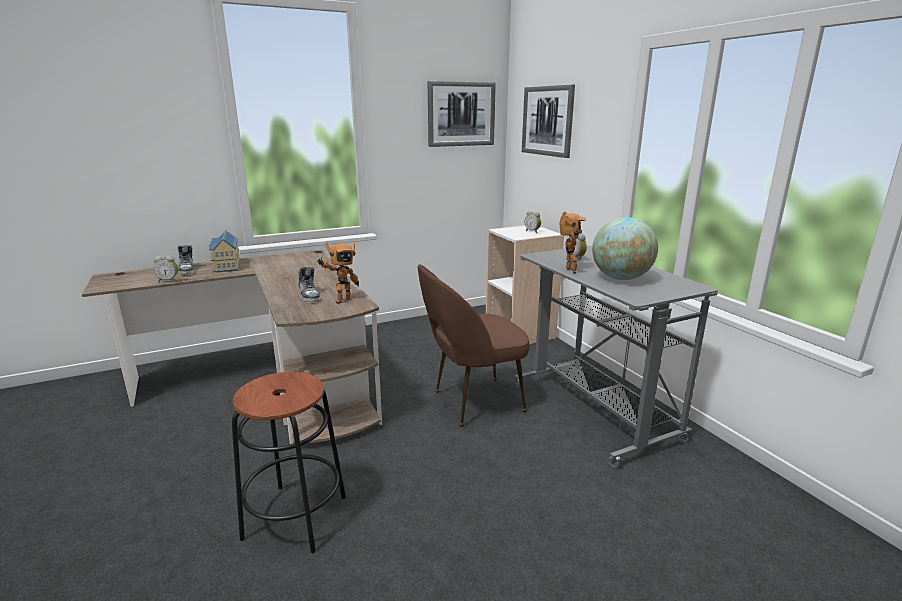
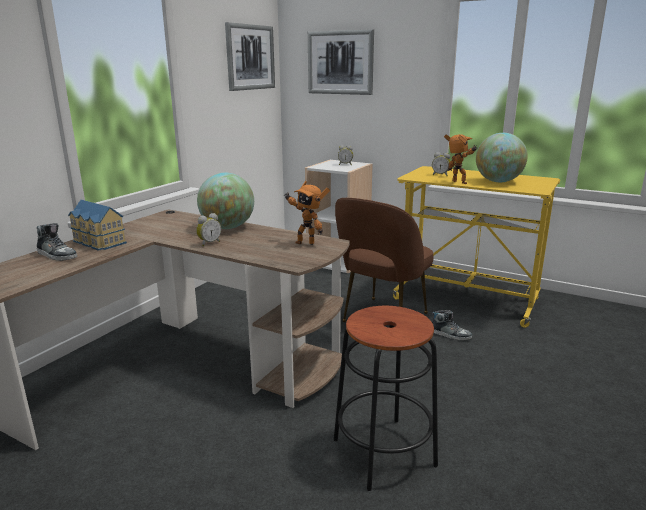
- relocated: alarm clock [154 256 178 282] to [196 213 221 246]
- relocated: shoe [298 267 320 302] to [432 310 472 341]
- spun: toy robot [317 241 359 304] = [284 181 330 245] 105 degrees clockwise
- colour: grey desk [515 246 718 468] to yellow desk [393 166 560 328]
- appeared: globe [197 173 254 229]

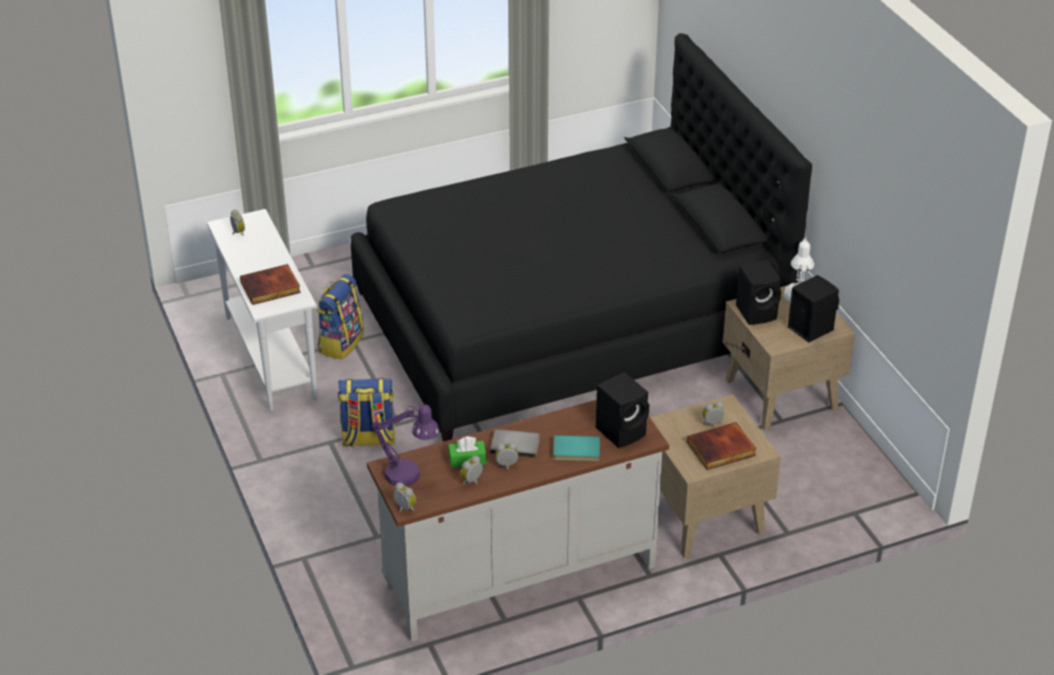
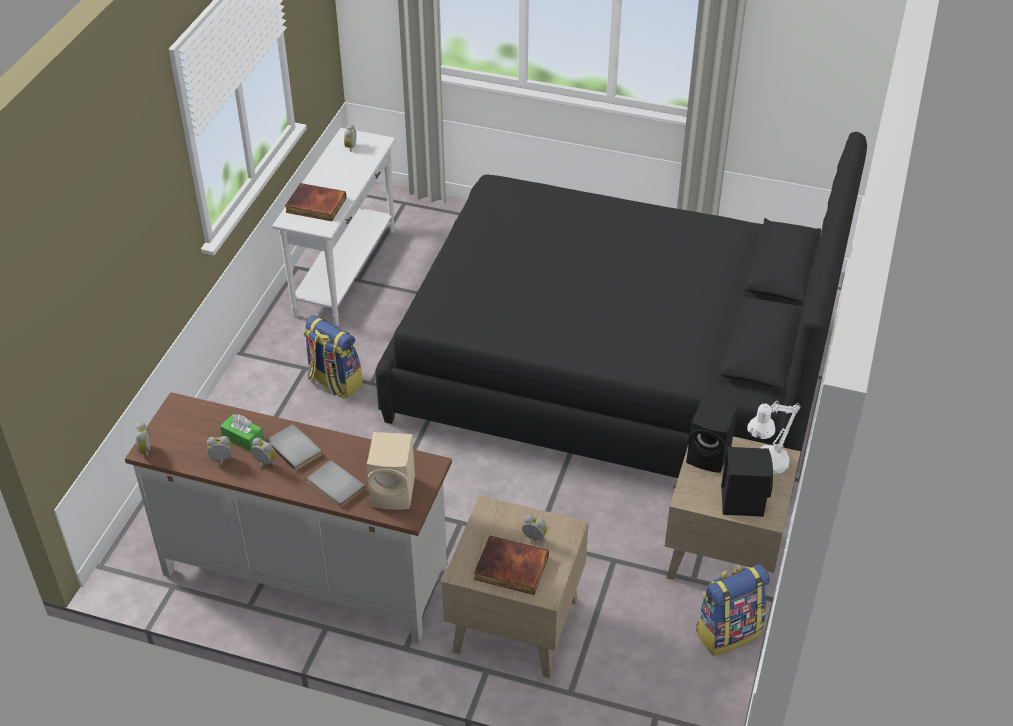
- relocated: backpack [317 274 364 360] to [696 564 769 656]
- missing: purple table lamp [371 404 440 486]
- colour: turquoise book [553 435 600 461] to grey book [307 460 366 508]
- colour: black speaker [596 372 649 448] to beige speaker [367 432 415 510]

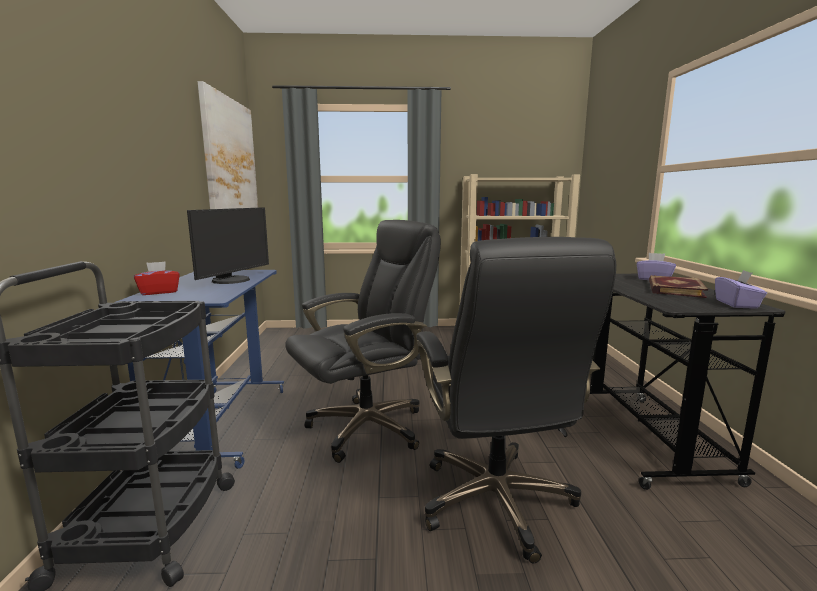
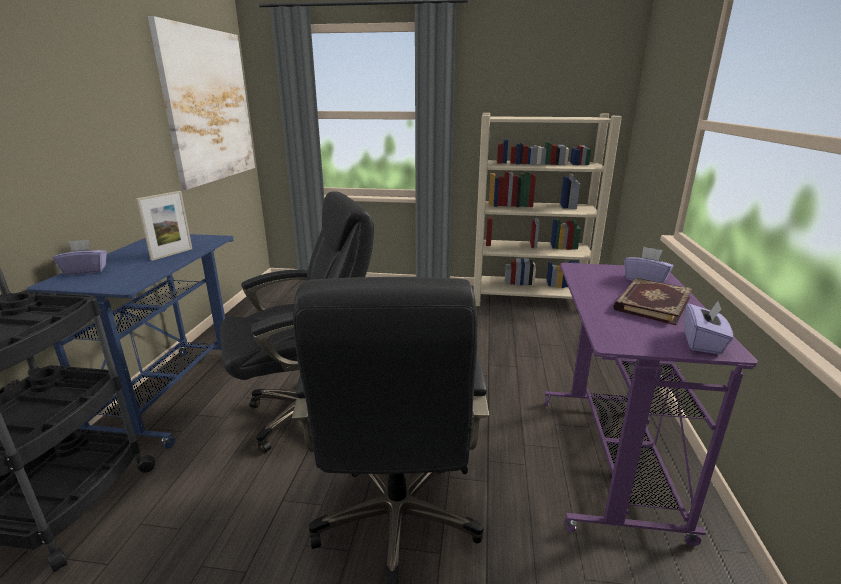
- colour: red tissue box [134 261 180 295] to purple tissue box [53 240 107 276]
- exchanged: monitor [187 207 269 284] to picture frame [136 191 192 261]
- colour: black desk [590 274 786 490] to purple desk [545 263 758 546]

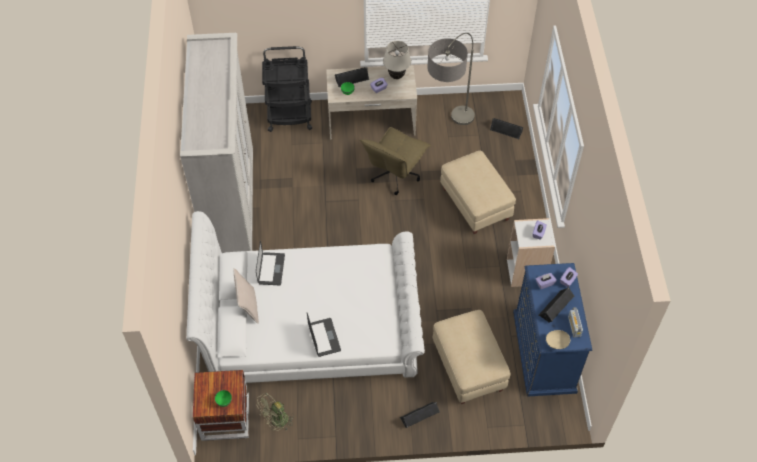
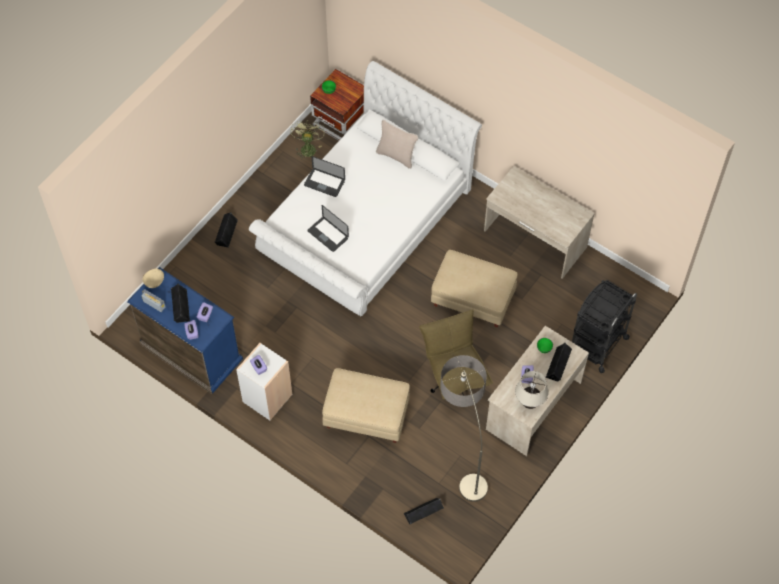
- exchanged: white wardrobe [180 33 253 253] to beige desk [484 166 595 279]
- relocated: laptop [256 240 285 285] to [308 205 349 252]
- relocated: beige ottoman [433 310 511 404] to [431 250 518 328]

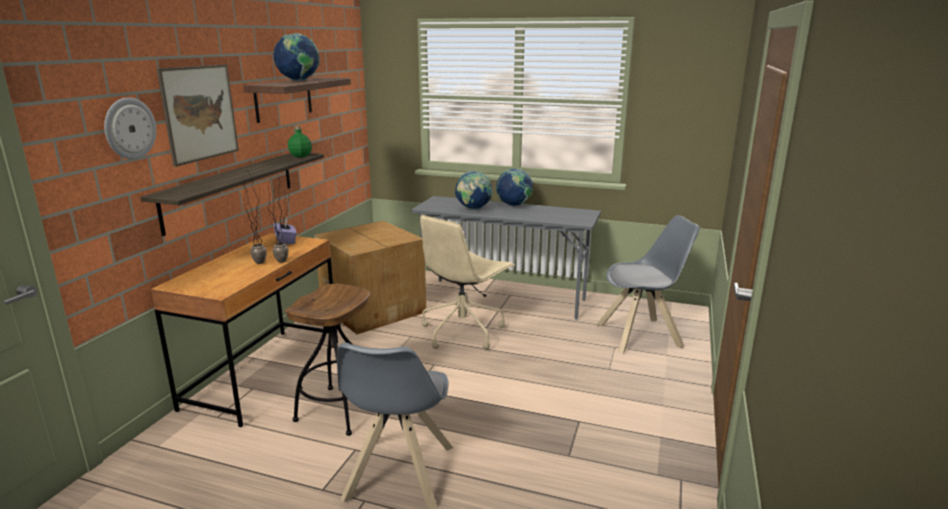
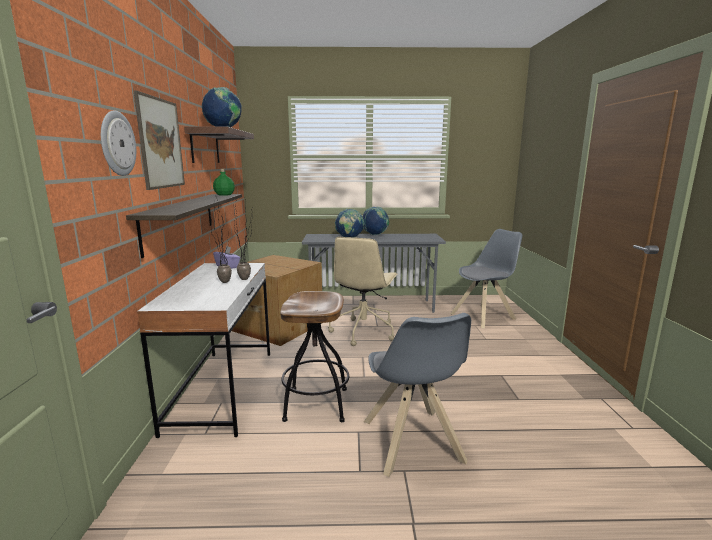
- colour: brown desk [150 233 338 427] to white desk [137 263 270 438]

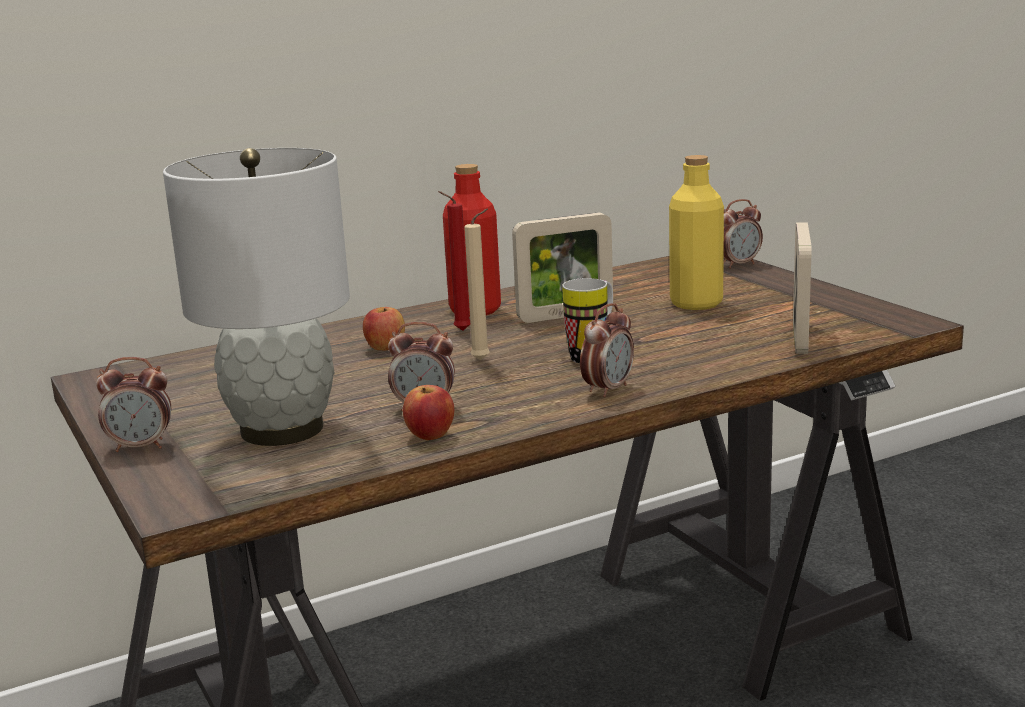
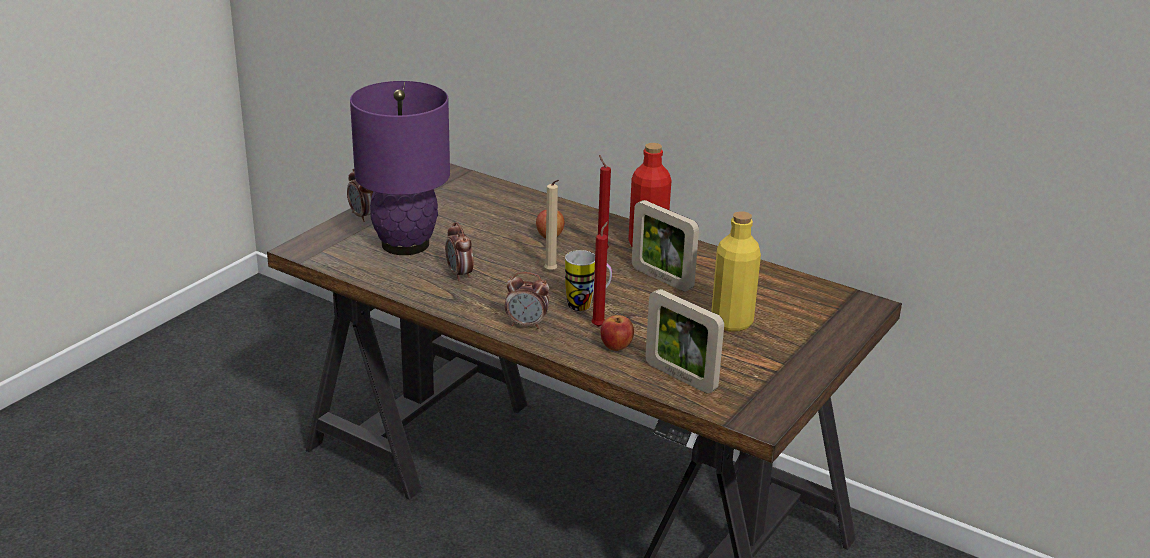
- colour: white table lamp [163 148 350 446] to purple table lamp [350 81 450 255]
- relocated: apple [403 385 454 440] to [601 315 634 351]
- missing: alarm clock [723 199 763 268]
- spun: picture frame [793 222 811 354] = [645 289 724 394] 60 degrees clockwise
- appeared: red candle [591 221 608 327]

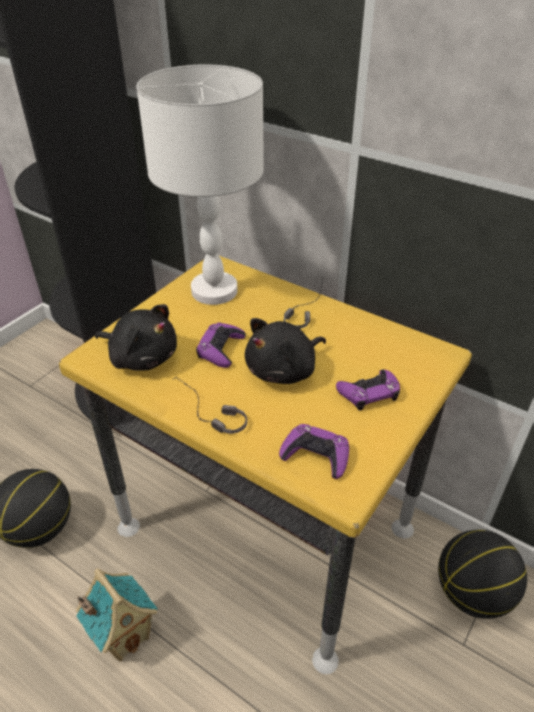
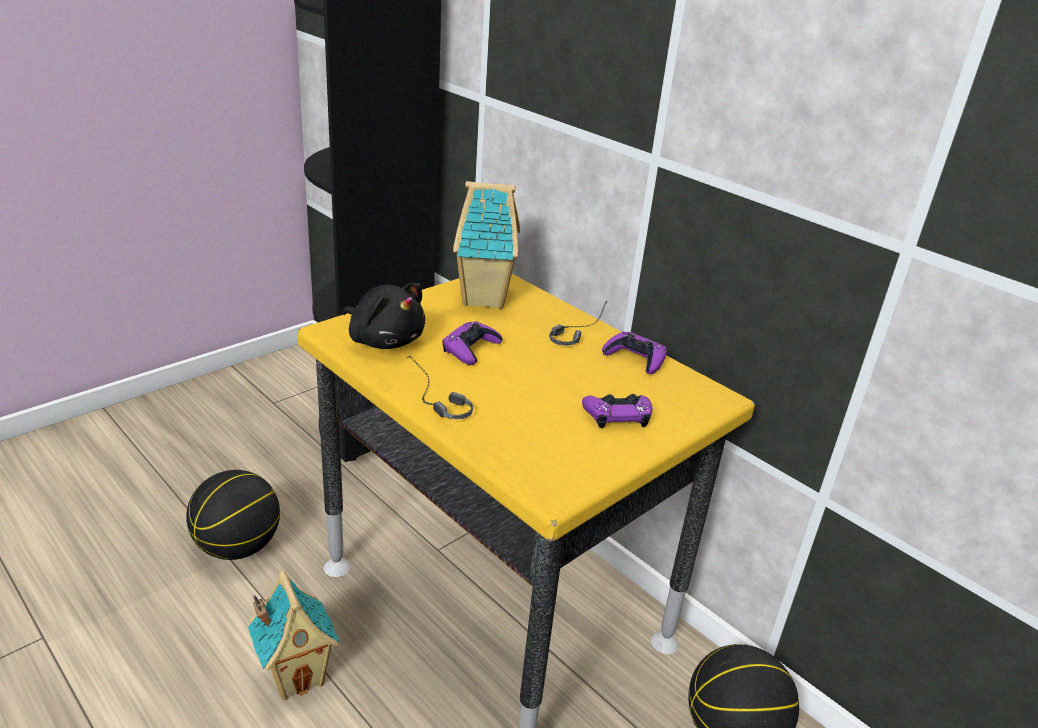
- exchanged: white table lamp [136 65 264 305] to toy house [453 181 520 309]
- missing: black plush toy [245 318 326 384]
- relocated: purple game controller [279 424 349 479] to [602 331 667 374]

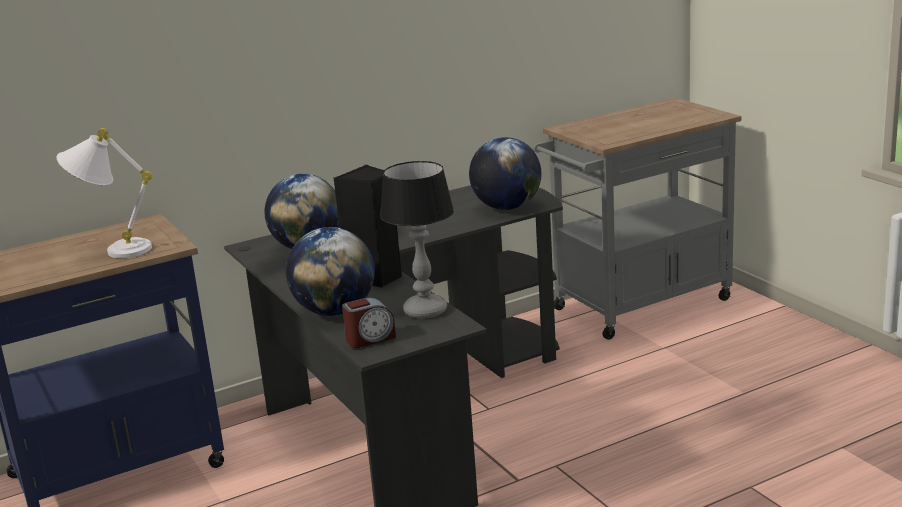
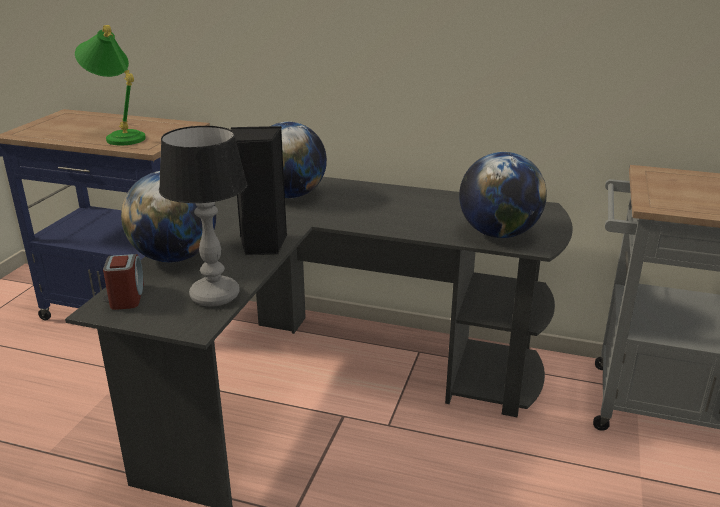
- colour: white table lamp [57 128 153 258] to green table lamp [75 25 146 145]
- spun: alarm clock [342 297 396 348] = [103 254 144 310] 120 degrees counterclockwise

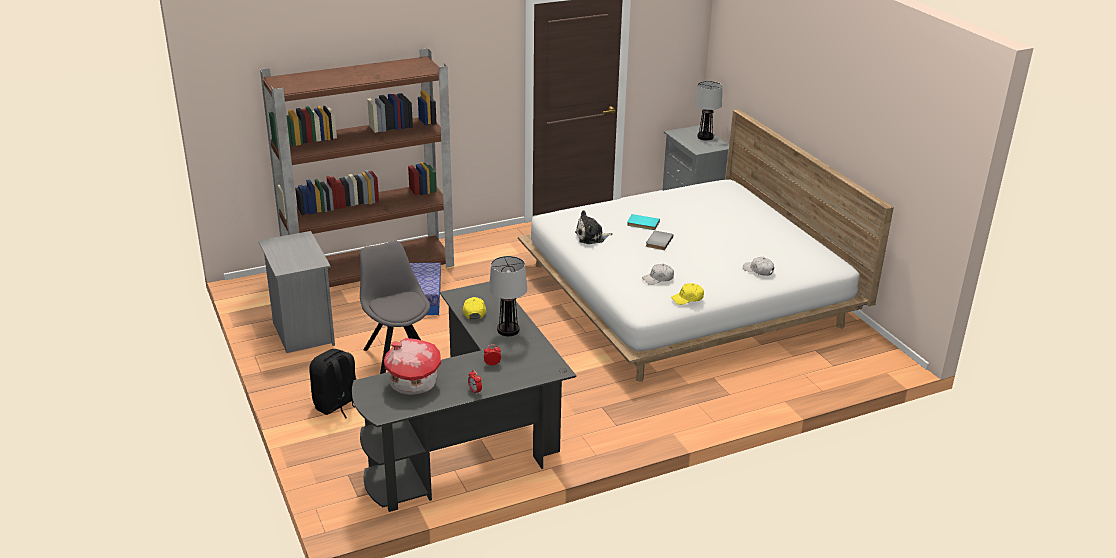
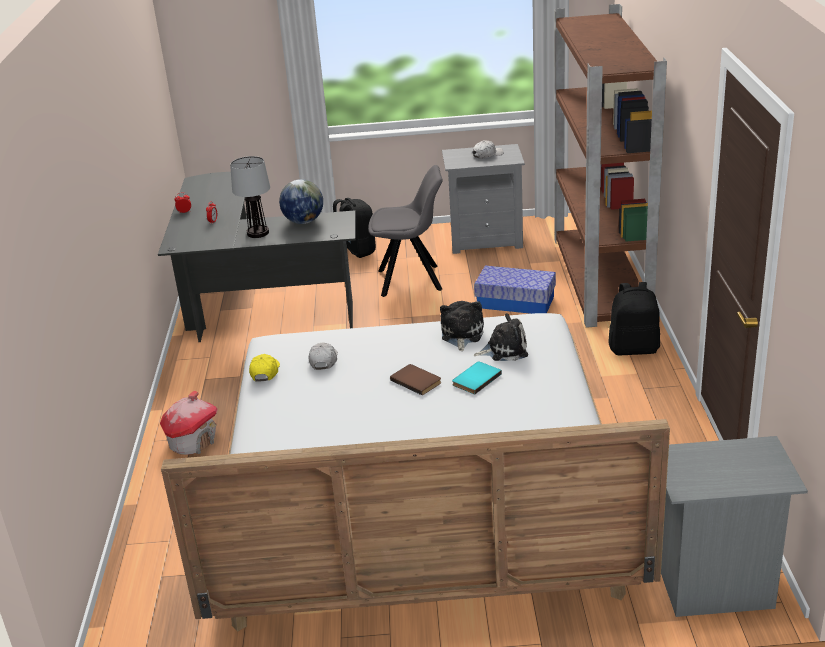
- relocated: toy house [384 338 441 395] to [160 391 218 455]
- exchanged: yellow cap [463 297 486 320] to globe [279 179 323 224]
- colour: grey book [646 231 673 250] to brown book [390 364 441 395]
- missing: table lamp [695 81 722 140]
- relocated: white cap [743 257 774 276] to [473 140 503 159]
- appeared: plush toy [473 313 528 361]
- appeared: black backpack [608 282 660 356]

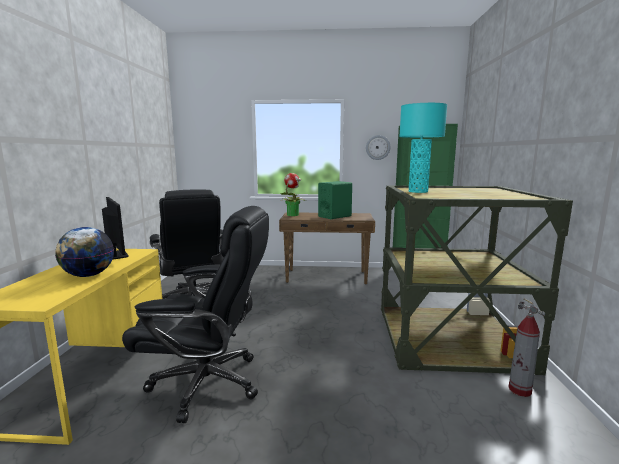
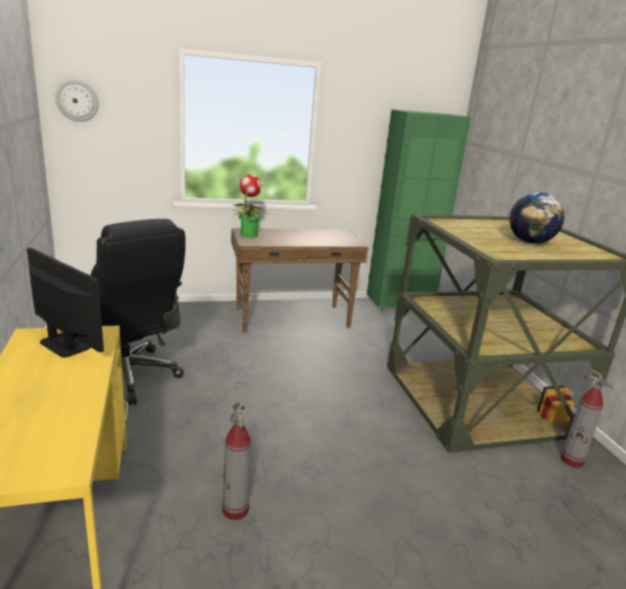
- relocated: globe [55 227 114 277] to [509 192 564 244]
- exchanged: black office chair [122 206 269 423] to fire extinguisher [222 399 251 520]
- missing: green speaker [318 181 352 219]
- relocated: wall clock [366 135 390 160] to [56 80 99 122]
- missing: turquoise table lamp [400 103 447 193]

